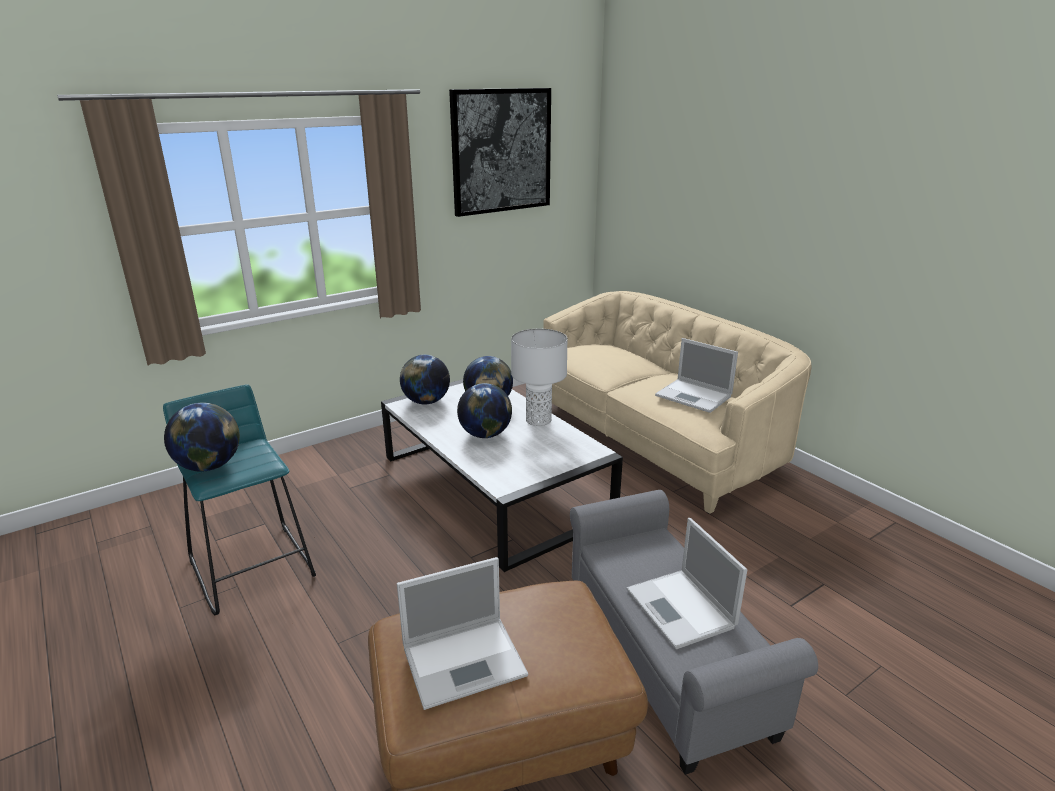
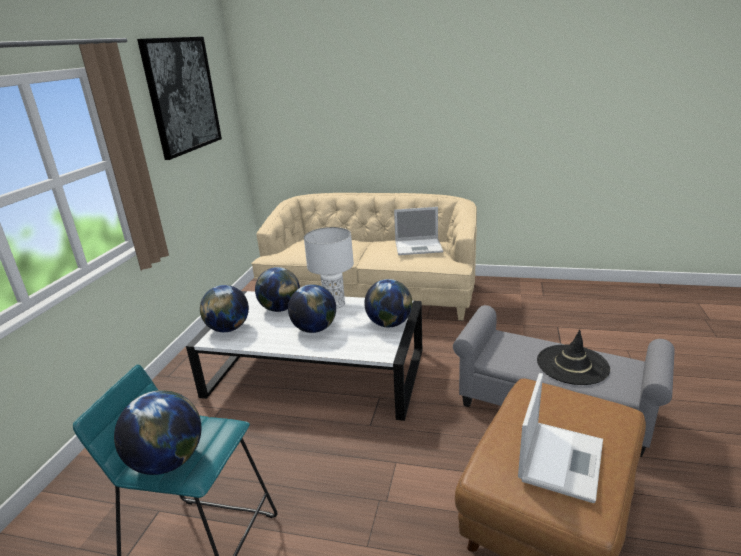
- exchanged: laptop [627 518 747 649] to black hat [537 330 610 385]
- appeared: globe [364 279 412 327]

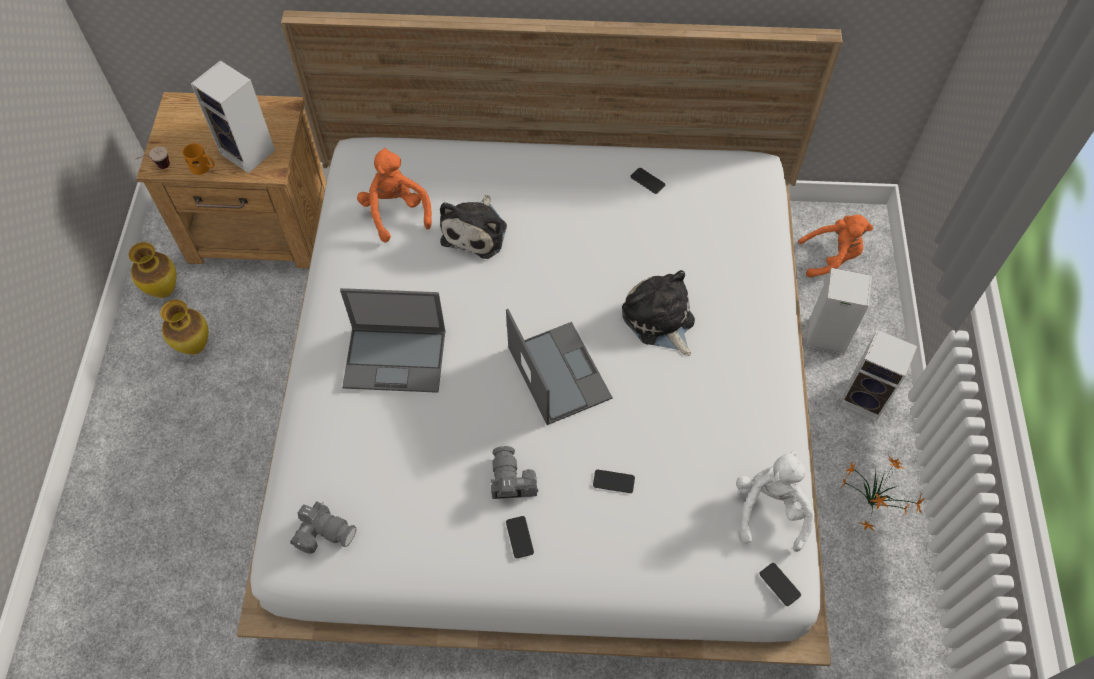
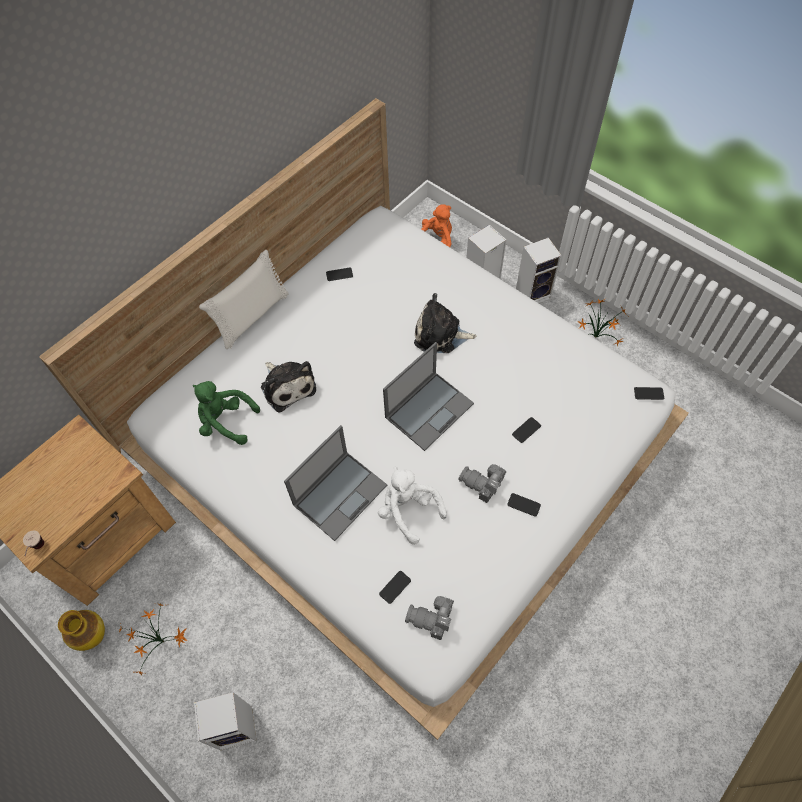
- exchanged: vase [160 299 208 355] to potted plant [119 602 187 676]
- missing: orange mug [182 143 215 175]
- relocated: speaker [191 60 275 173] to [194 692 257 750]
- spun: photo camera [290 501 357 554] = [405 596 454 640] 135 degrees counterclockwise
- colour: orange plush toy [357 148 432 242] to green plush toy [193 381 260 445]
- spun: laptop [506 309 613 425] = [383 342 474 451] 120 degrees clockwise
- relocated: white plush toy [736 450 815 552] to [378 466 447 545]
- appeared: white pillow [199 250 289 349]
- appeared: phone [379 571 411 604]

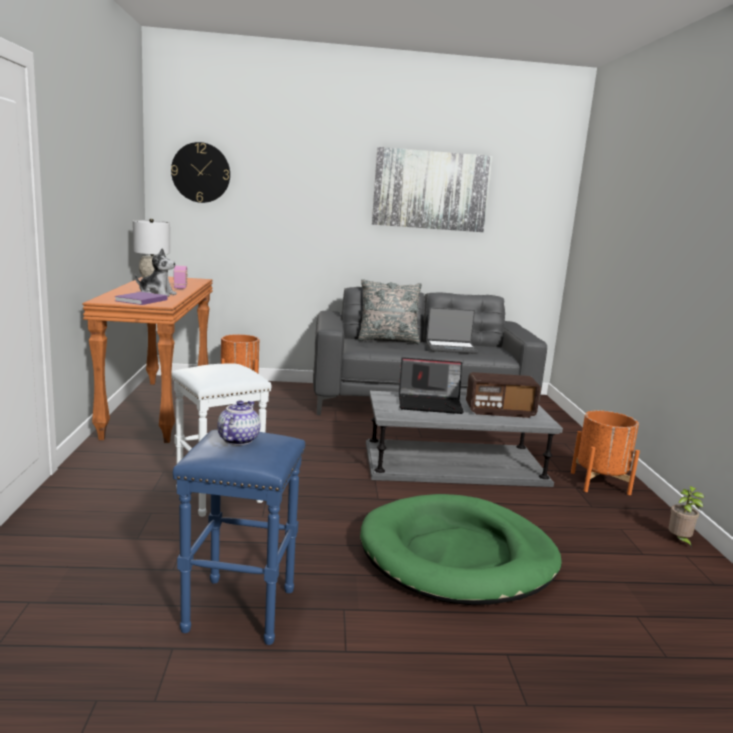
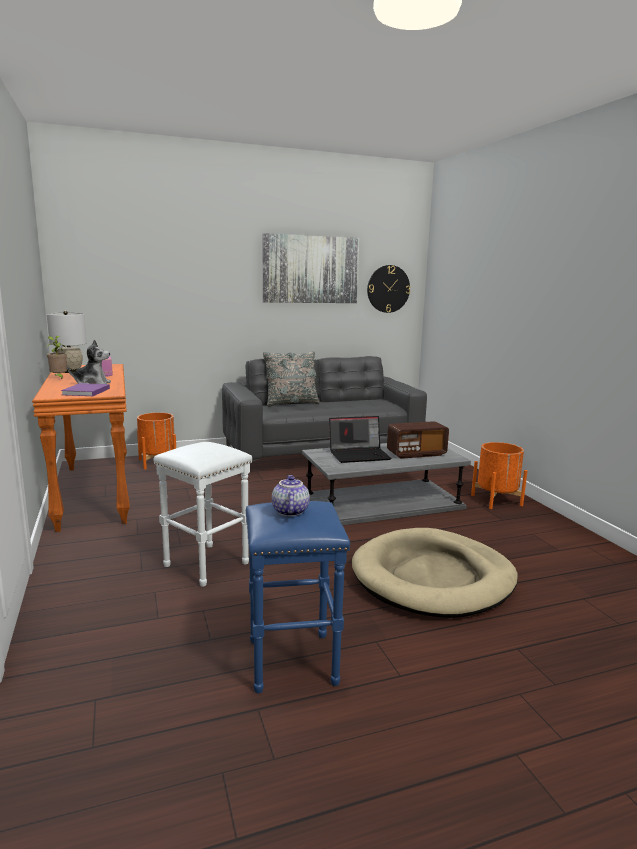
- relocated: wall clock [171 142 230 203] to [367 265 410 313]
- colour: green dog bed [360 494 562 605] to beige dog bed [352 528 518 618]
- missing: laptop [426 307 478 354]
- relocated: potted plant [669 486 704 549] to [46 336 67 380]

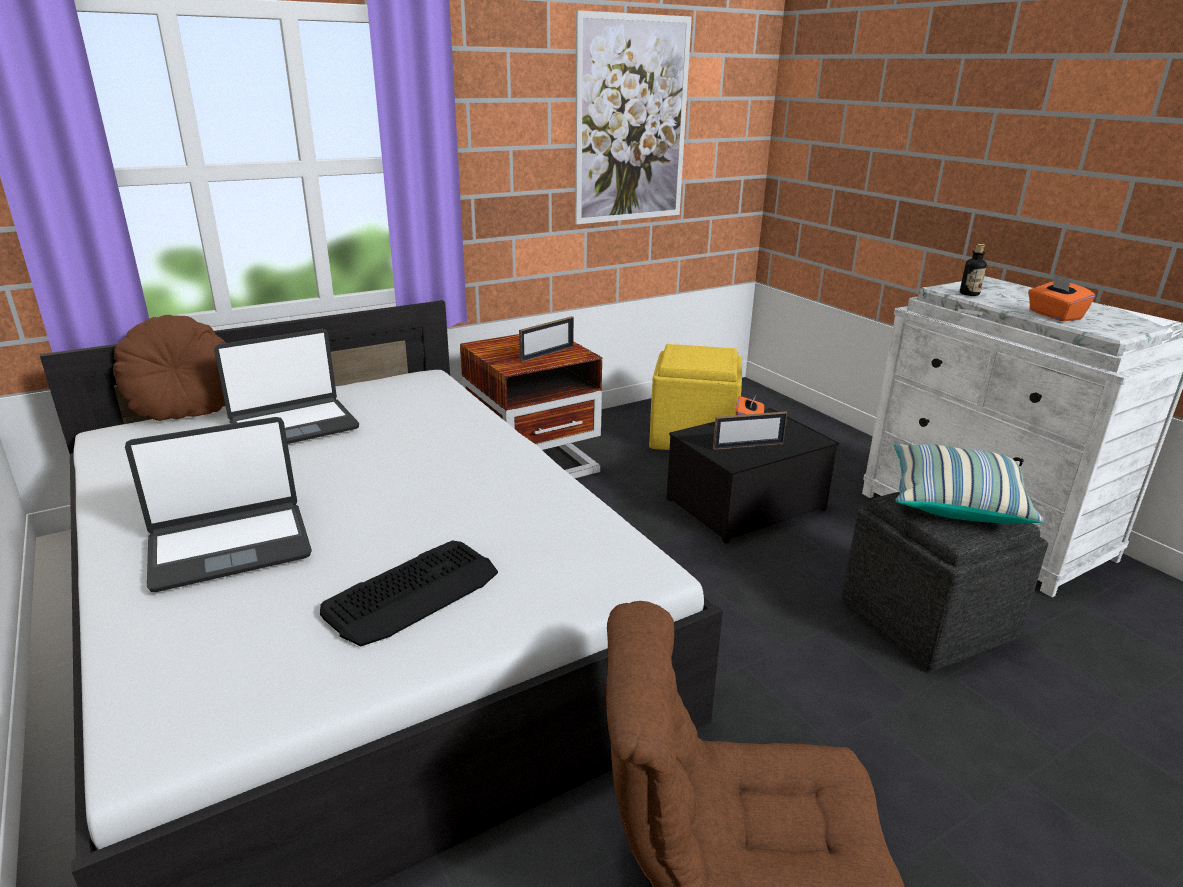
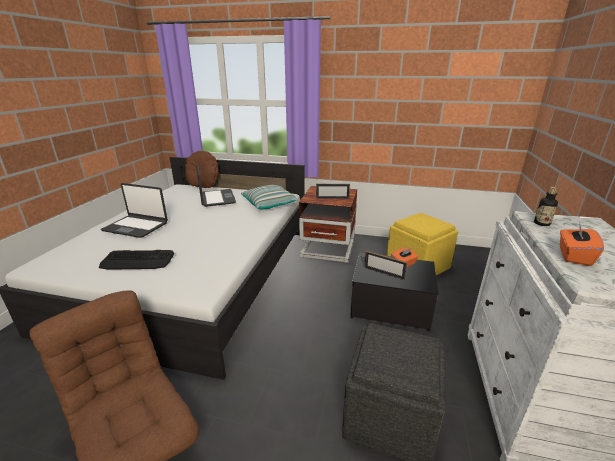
- spun: laptop [214 329 359 444] = [196 164 236 207] 120 degrees counterclockwise
- missing: picture [575 10 692 224]
- relocated: pillow [894 444 1044 524] to [241 185 299 210]

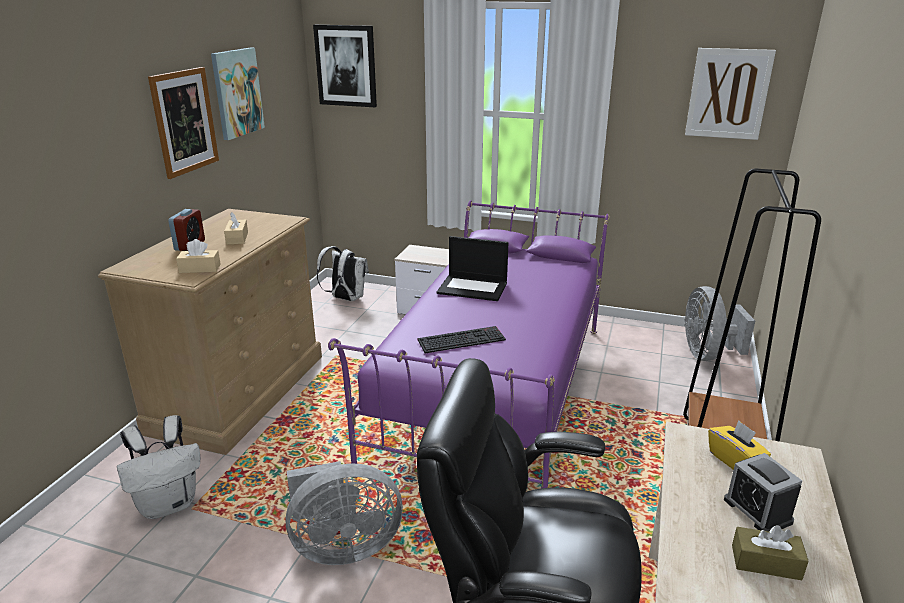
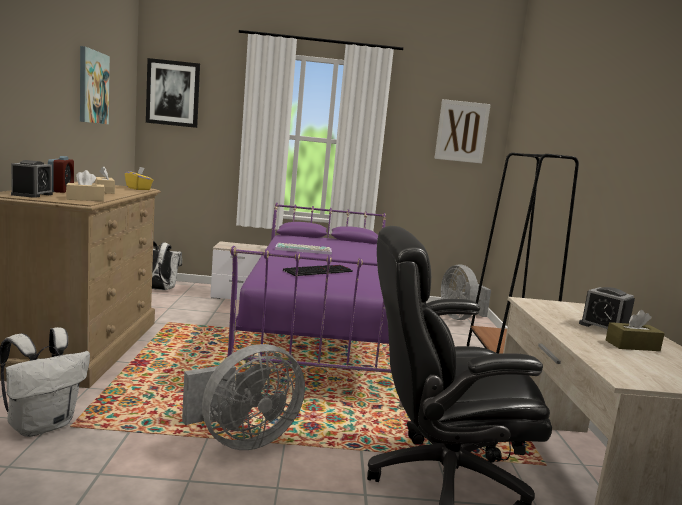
- missing: picture [148 67 219 179]
- exchanged: laptop [437 236 508 301] to keyboard [275 243 332 255]
- relocated: yellow tissue box [708 420 771 470] to [125 167 153 190]
- appeared: alarm clock [11 160 53 198]

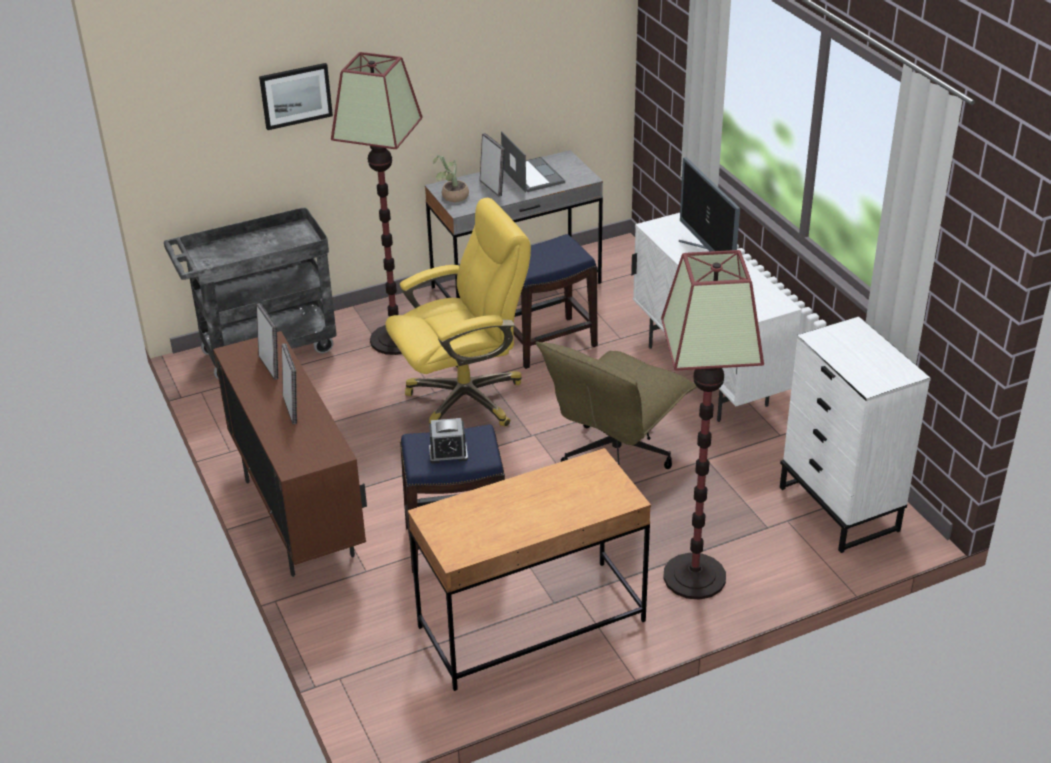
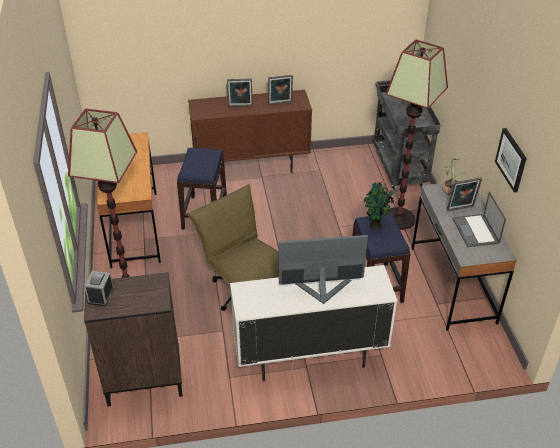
- relocated: picture [259 63 333 130] to [495 128 527 192]
- missing: yellow office chair [385 198 531 427]
- relocated: alarm clock [429 418 468 464] to [84 271 114 306]
- spun: laptop [501 131 565 193] = [453 191 506 247] 90 degrees clockwise
- colour: white dresser [780 316 931 553] to brown dresser [84 272 183 406]
- appeared: potted plant [364 182 394 230]

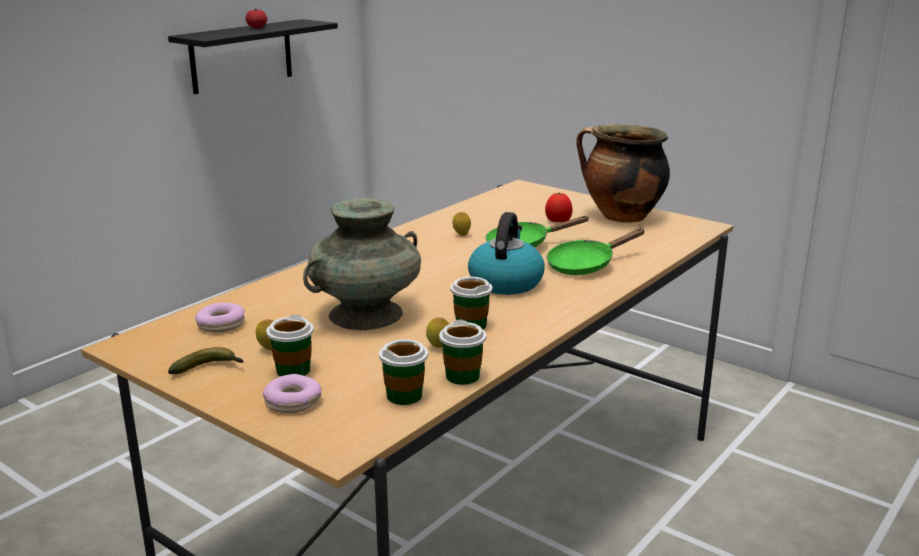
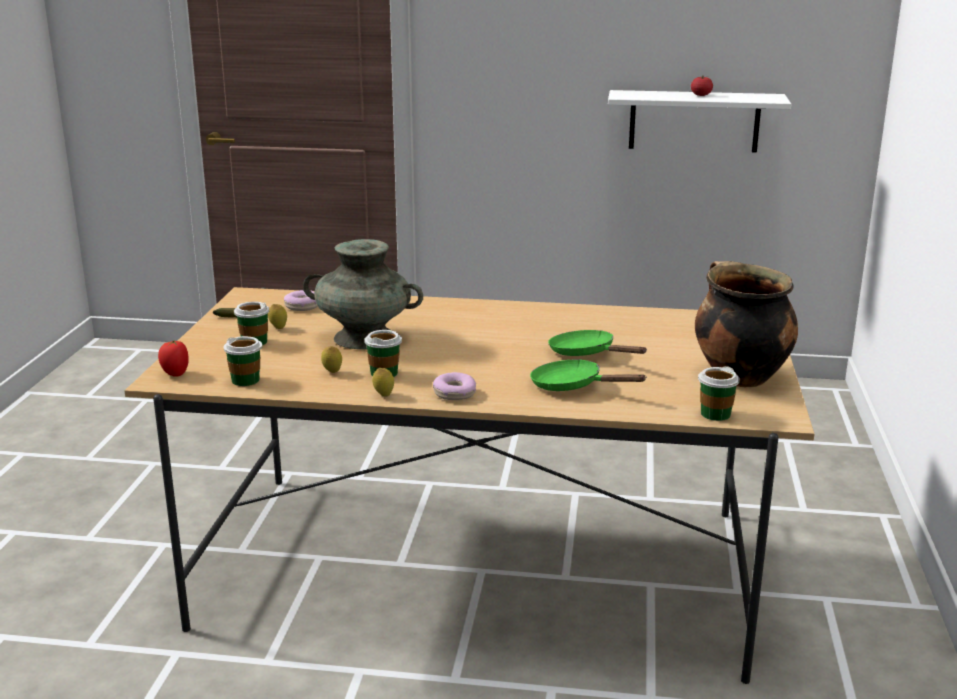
- colour: black shelf [168 19 338 94] to white shelf [608 90 791 152]
- relocated: donut [263 374 322 413] to [433 372 476 400]
- relocated: cup [439 320 487 385] to [698 366 740 421]
- relocated: lemon [452 212 471 236] to [372 368 394 396]
- missing: kettle [468 212 545 295]
- relocated: tomato [545 192 572 222] to [158 340 189 377]

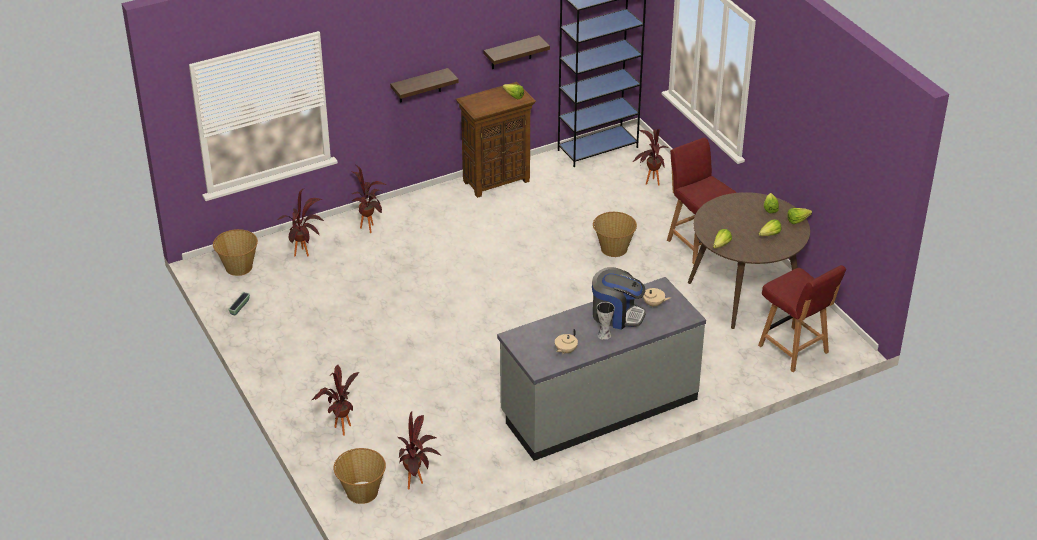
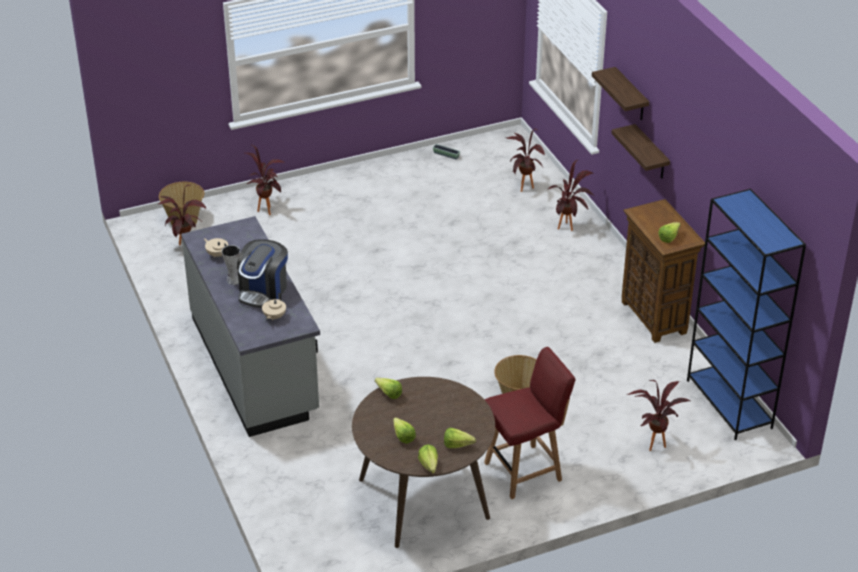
- missing: basket [213 229 258 276]
- relocated: shelf [484 35 550 69] to [592 67 649 120]
- missing: red chair [758 265 846 372]

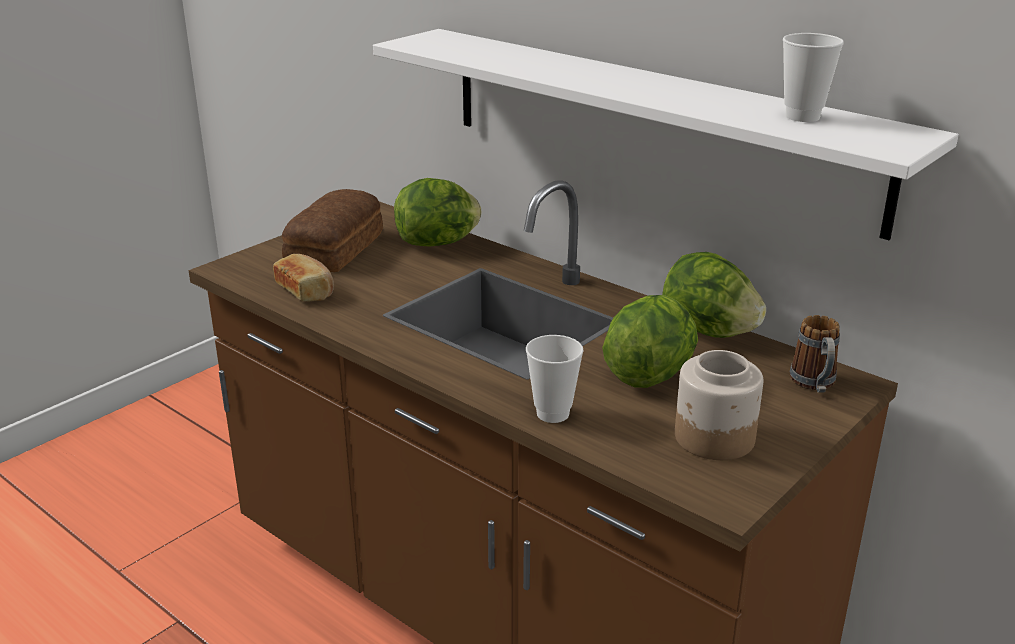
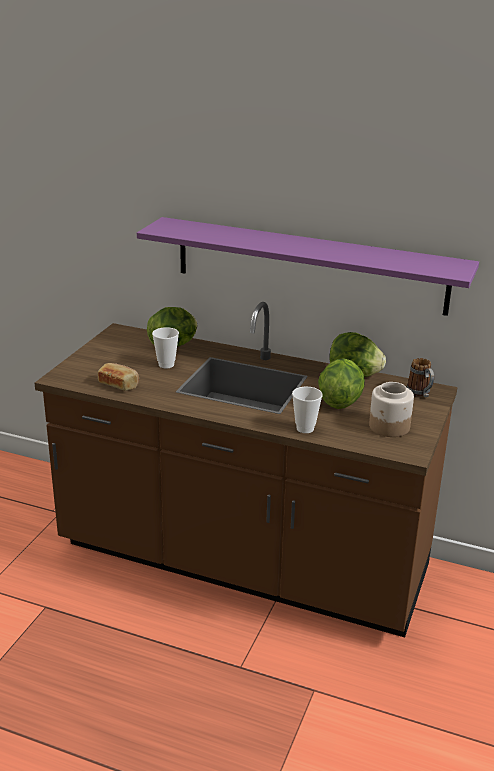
- missing: bread [282 189 383 272]
- colour: white shelf [373 29 959 240] to purple shelf [137 217 479 316]
- relocated: cup [783 33 844 122] to [152 327 179 368]

